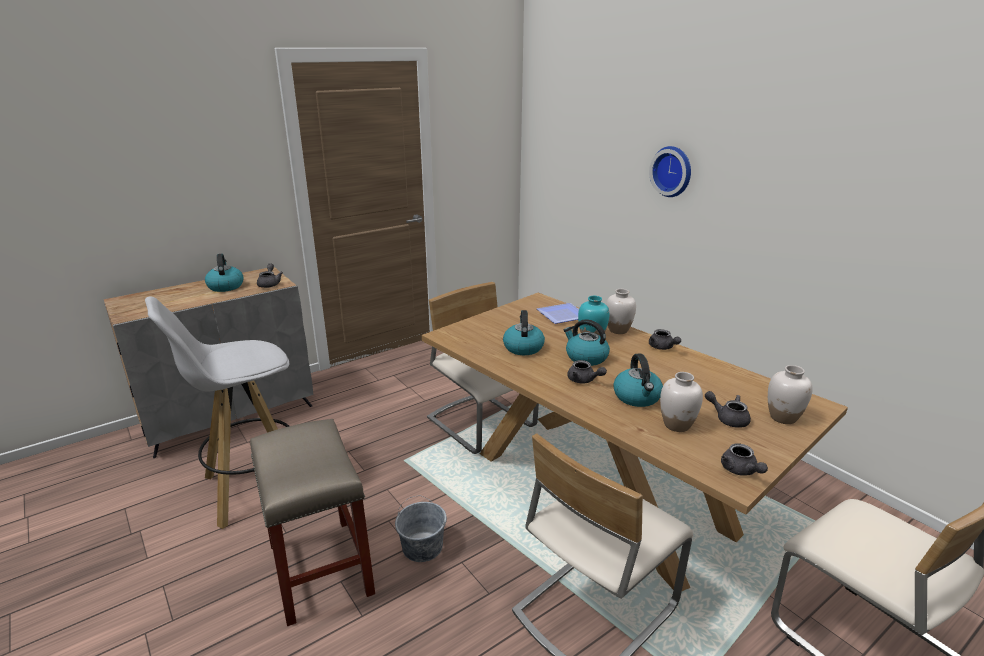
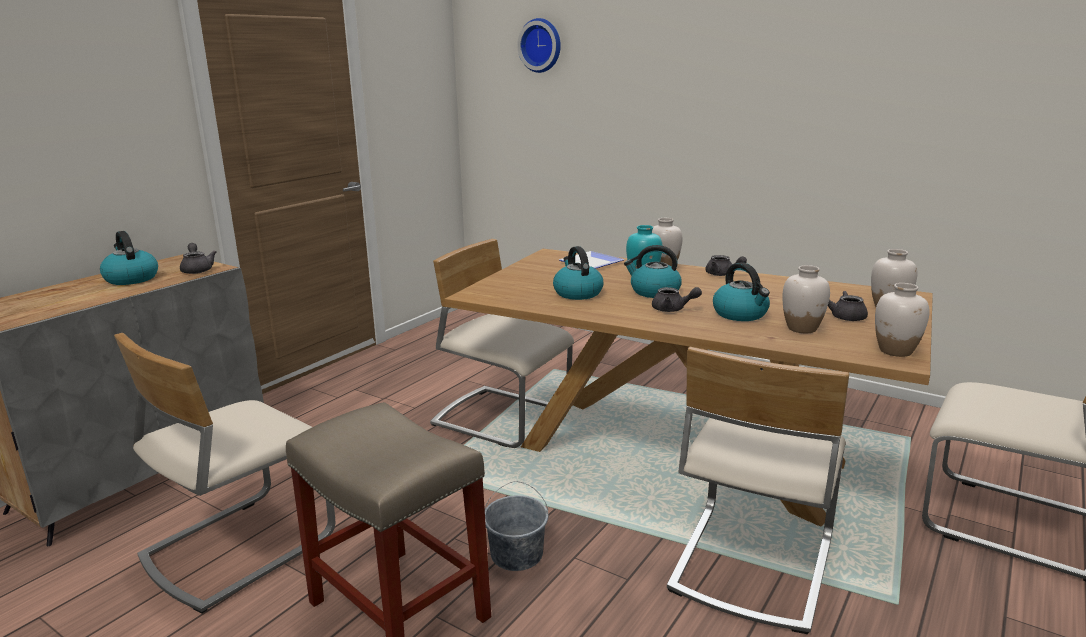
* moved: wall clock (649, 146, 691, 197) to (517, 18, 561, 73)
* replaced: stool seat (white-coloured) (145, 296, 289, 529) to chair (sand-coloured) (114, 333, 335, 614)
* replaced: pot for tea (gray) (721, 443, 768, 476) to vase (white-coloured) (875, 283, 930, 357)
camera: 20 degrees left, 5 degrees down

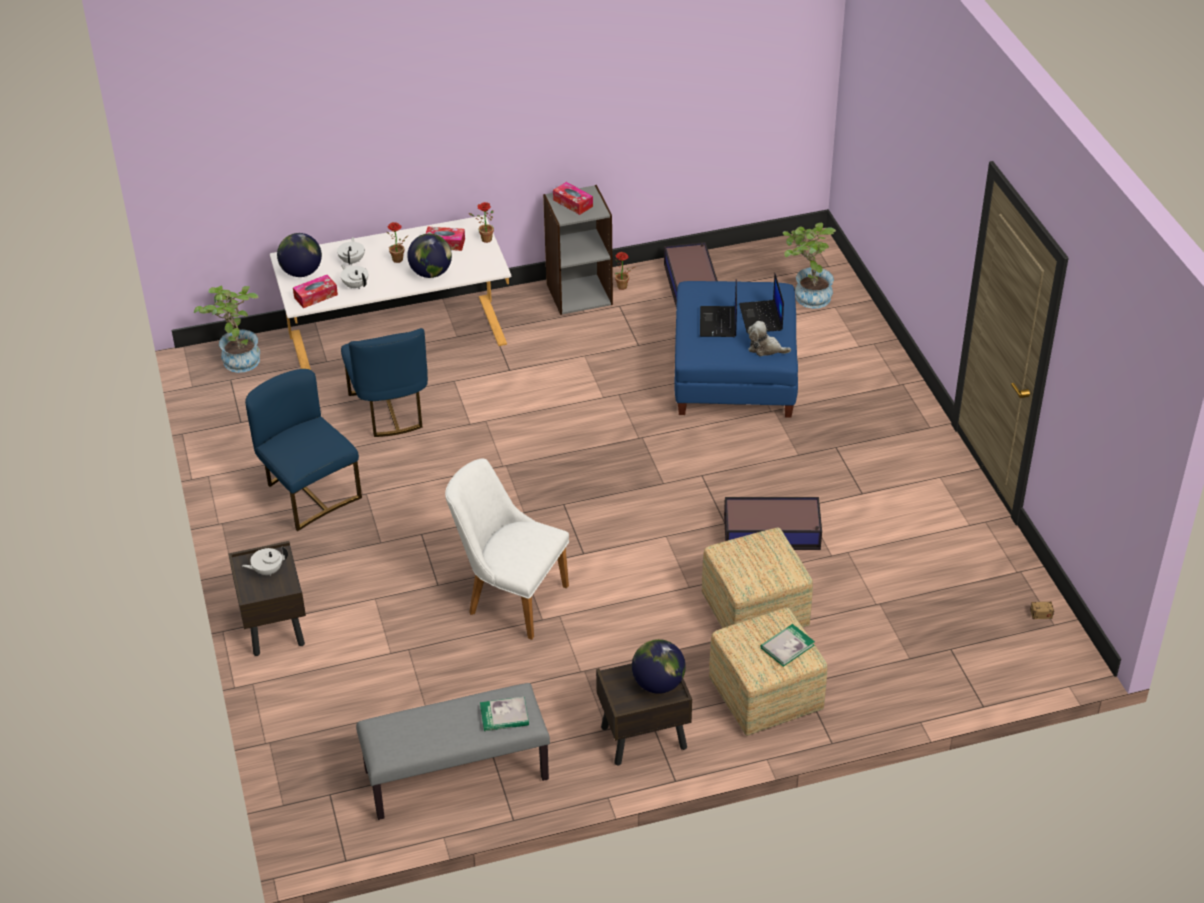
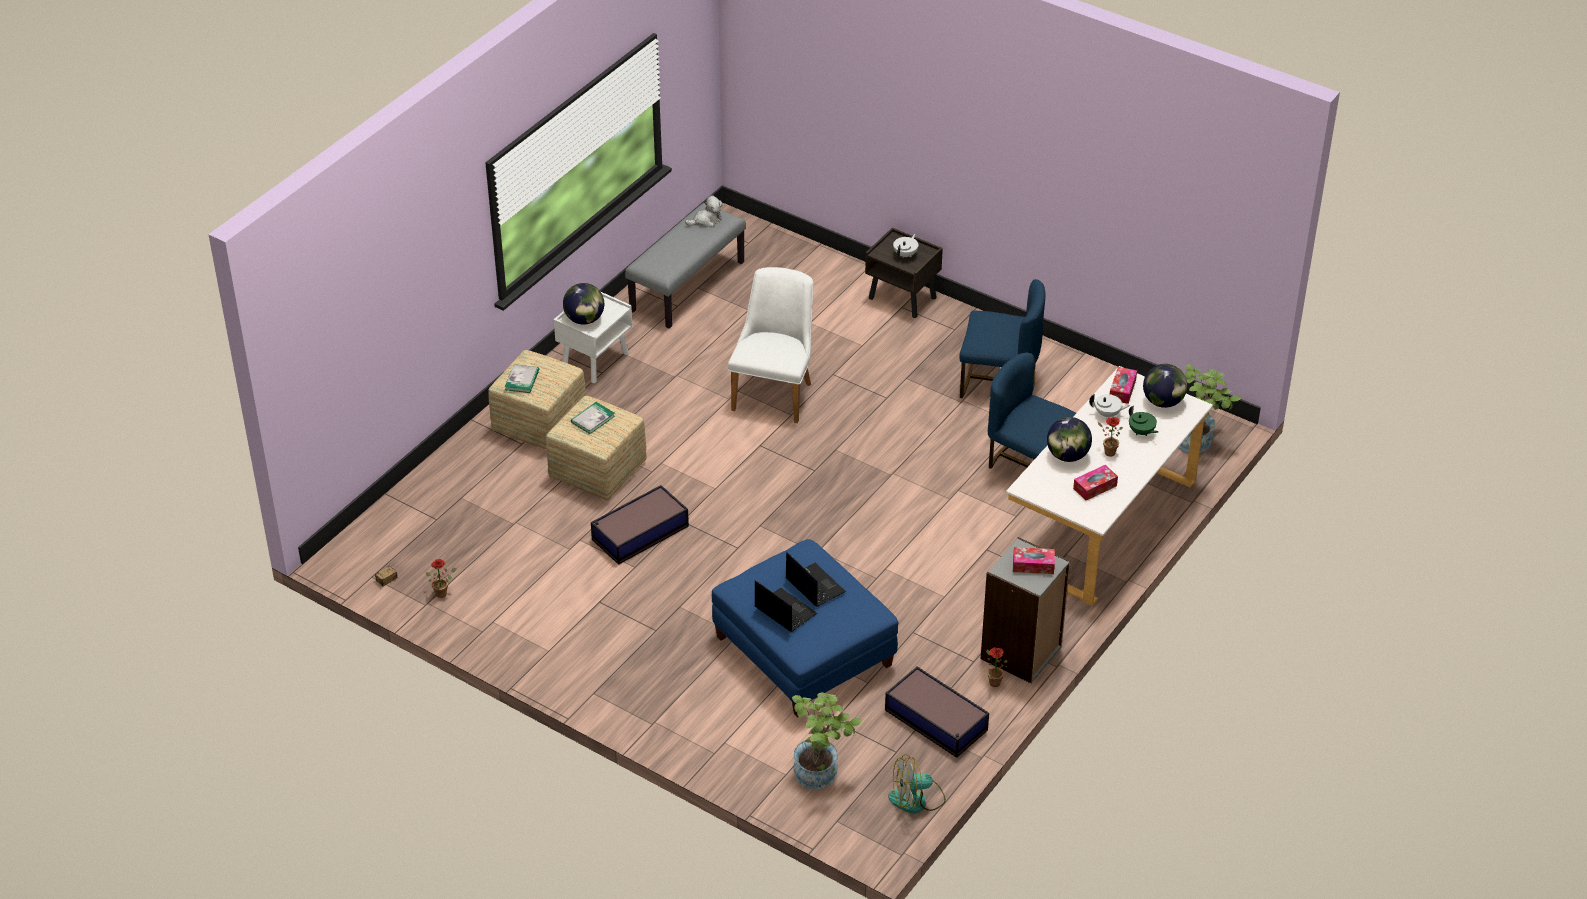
* added: fan (888, 754, 946, 814)
* moved: potted plant (469, 202, 494, 243) to (426, 559, 457, 598)
* moved: bound book (480, 697, 529, 731) to (571, 402, 615, 434)
* moved: plush toy (748, 321, 791, 356) to (685, 195, 723, 227)
* recoloured: pot for tea (white-coloured) (337, 237, 365, 265) to pot for tea (green-coloured) (1129, 406, 1158, 436)
* recoloured: night table (brownish) (596, 663, 692, 765) to night table (white-coloured) (554, 291, 633, 383)
* turned: chair (white-coloured) (445, 459, 569, 640) = (728, 267, 813, 423) 60 degrees counterclockwise
camera: 140 degrees right, 0 degrees up

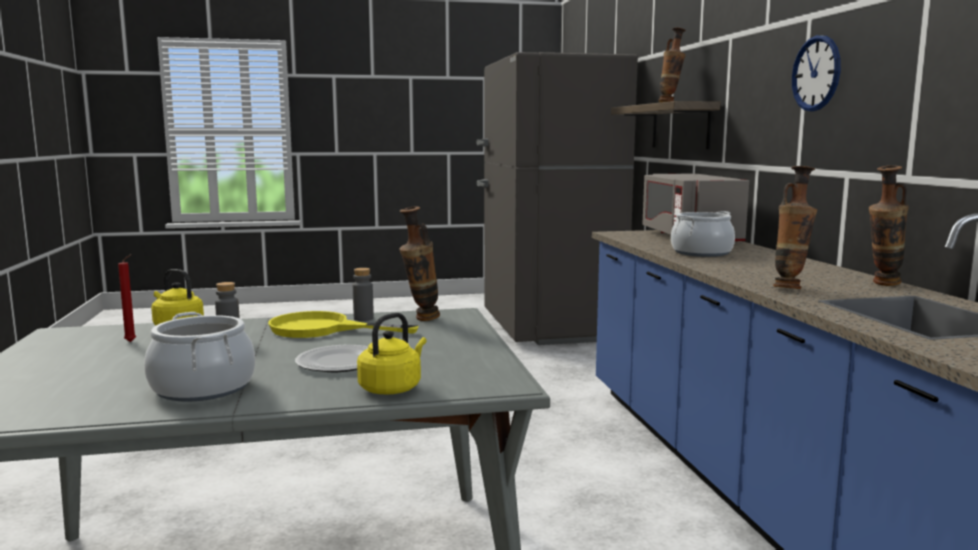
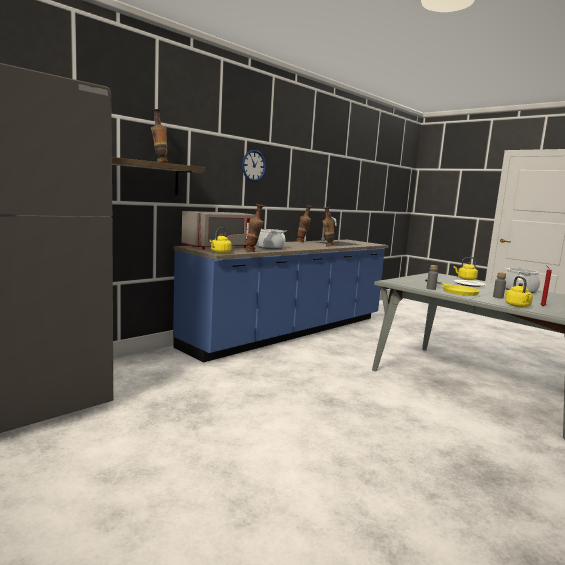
* added: water kettle (yellow-coloured) (209, 228, 232, 253)
* moved: vase (400, 206, 440, 321) to (245, 204, 264, 252)
camera: 125 degrees left, 0 degrees up

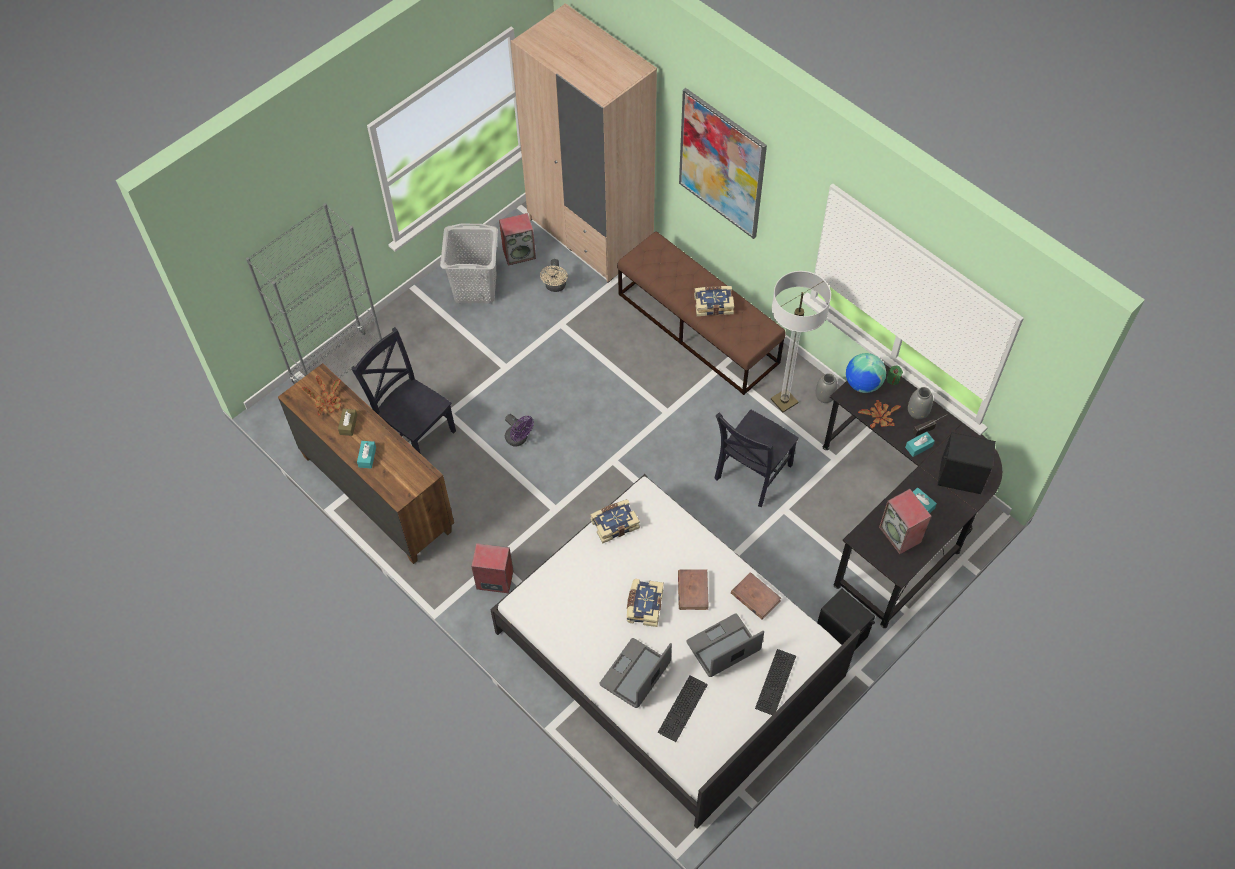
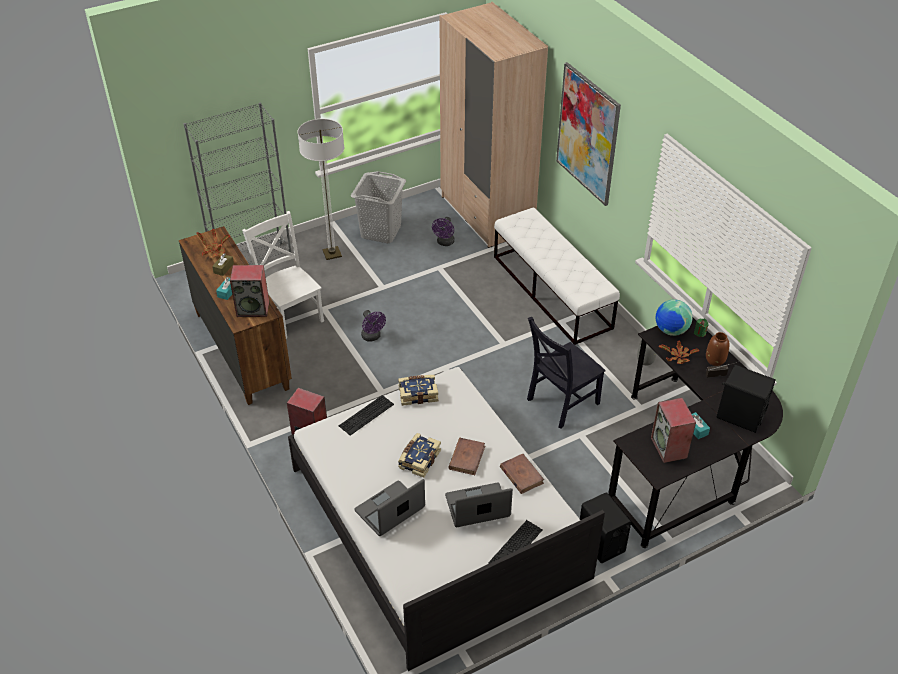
* removed: bound book (694, 286, 734, 316)
* removed: tissue box (turquoise) (905, 432, 935, 457)
* moved: audio speaker (499, 213, 536, 266) to (230, 265, 269, 317)
* moved: computer keyboard (658, 675, 708, 742) to (339, 395, 394, 436)
* moved: standing lamp (771, 271, 831, 412) to (298, 119, 344, 260)
* recoloured: chair (blackish) (351, 327, 456, 453) to chair (white-coloured) (242, 211, 324, 339)
* recoloured: fan (sand-coloured) (540, 259, 568, 292) to fan (purplish) (432, 217, 455, 246)
* recoloured: long seat (brownish) (617, 231, 786, 395) to long seat (white-coloured) (494, 207, 620, 345)
* recoloured: vase (gray) (908, 387, 933, 419) to vase (brownish) (706, 332, 729, 366)
camera: 15 degrees right, 15 degrees down

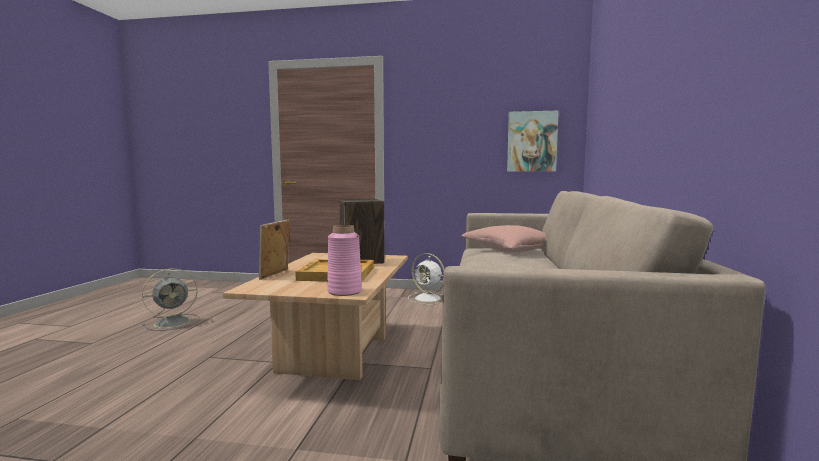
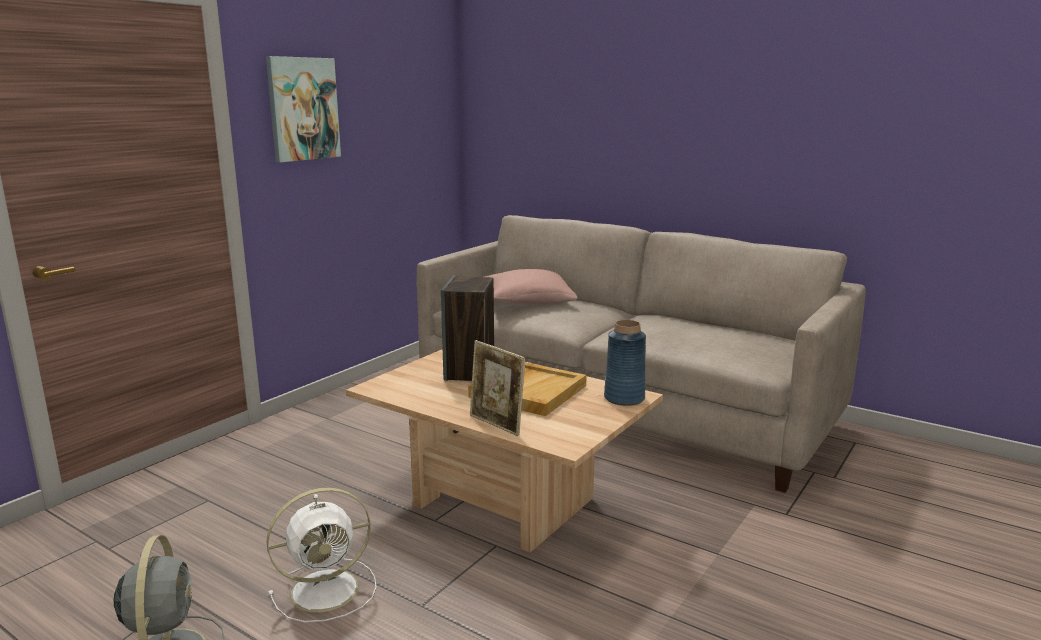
* moved: fan (white-coloured) (408, 253, 444, 305) to (267, 487, 377, 623)
* moved: wall art (507, 111, 559, 172) to (266, 56, 341, 162)
* recoloured: vase (pinkish) (327, 225, 362, 296) to vase (bluish) (604, 320, 646, 406)
camera: 65 degrees left, 10 degrees up

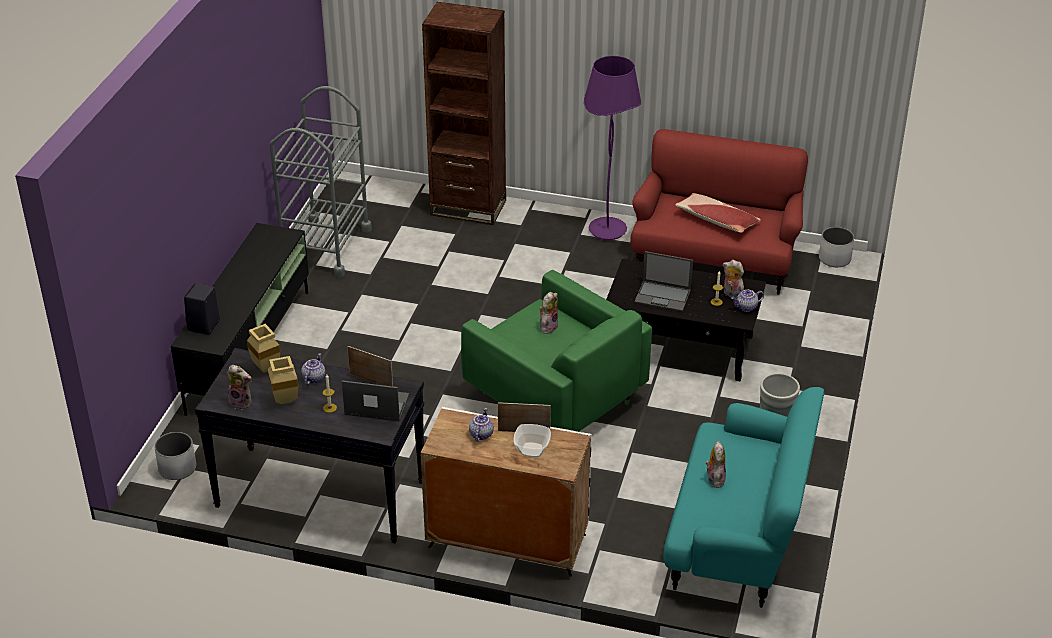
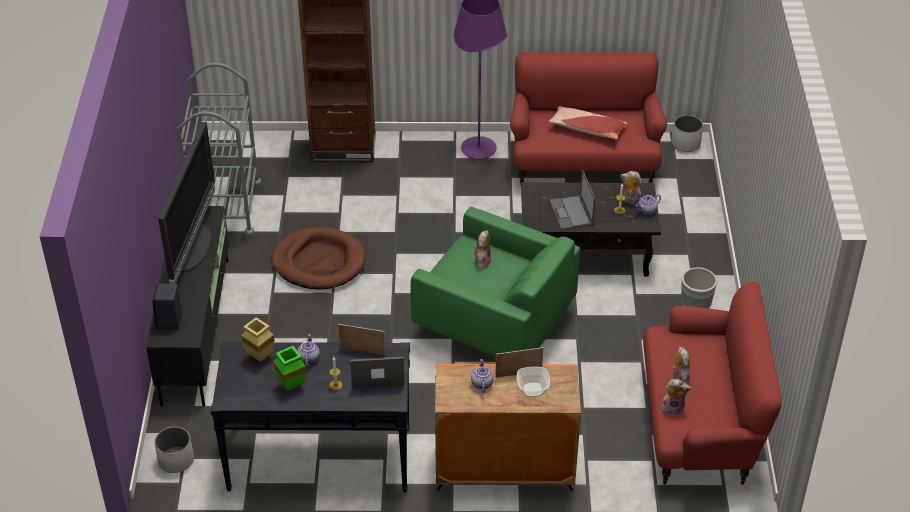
* added: TV (158, 122, 215, 284)
* added: pet bed (brownish) (271, 227, 366, 290)
* moved: plush toy (228, 365, 252, 410) to (662, 379, 691, 416)
* recoloured: vase (sand-coloured) (268, 356, 298, 404) to vase (green-coloured) (273, 346, 306, 390)
* recoloured: cupboard (white-coloured) (421, 407, 592, 577) to cupboard (orangey) (435, 364, 581, 491)
* recoloured: settee (turquoise) (663, 387, 824, 608) to settee (reddish) (643, 282, 782, 485)
* turned: laptop (635, 251, 693, 312) = (549, 170, 596, 230) 75 degrees clockwise
camera: 15 degrees left, 5 degrees up

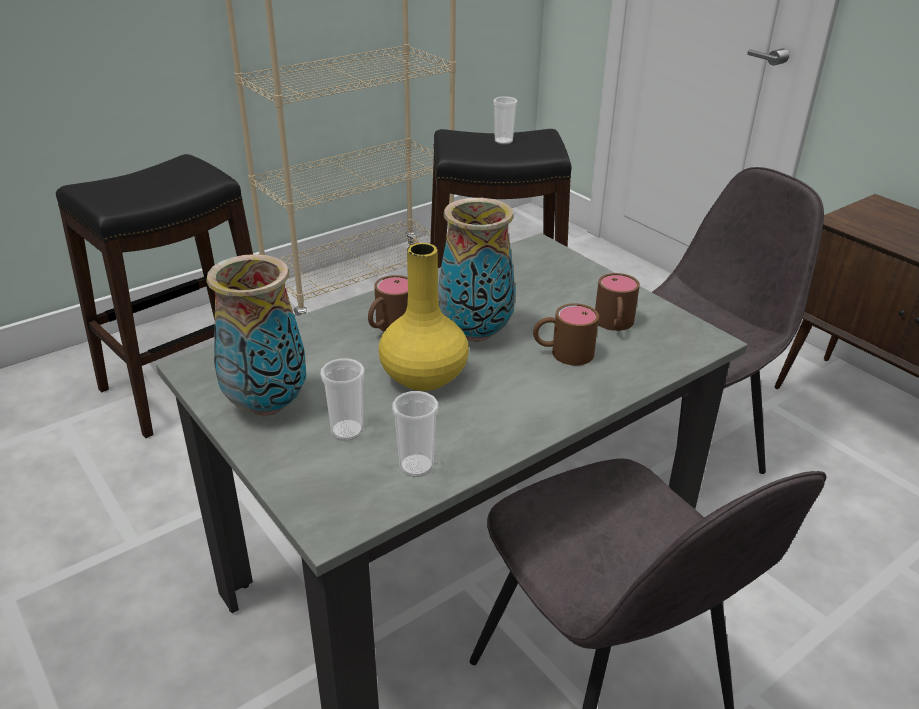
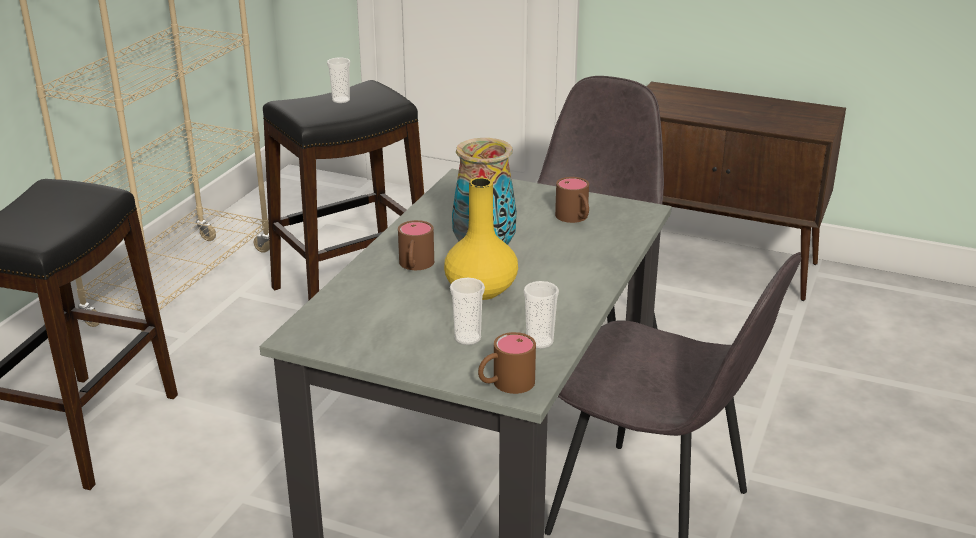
* removed: vase (206, 254, 306, 416)
* moved: mug (brownish) (533, 303, 599, 365) to (478, 332, 536, 394)
camera: 30 degrees left, 5 degrees down

